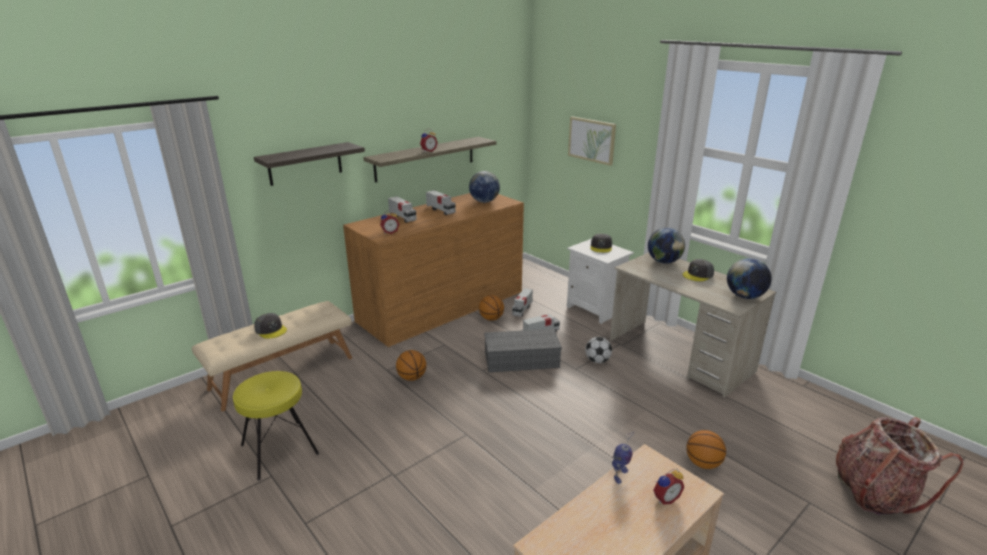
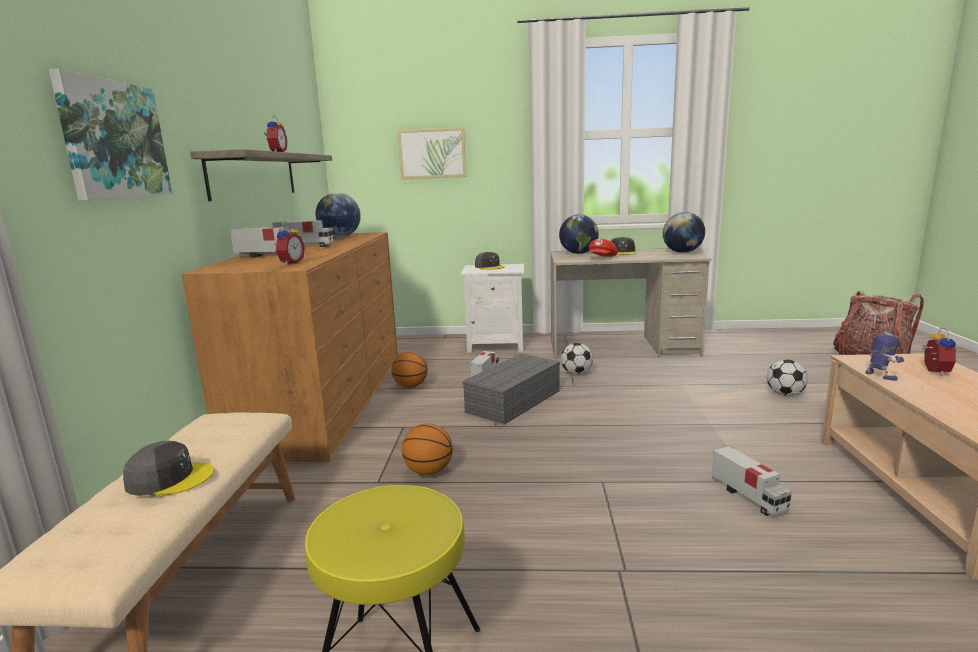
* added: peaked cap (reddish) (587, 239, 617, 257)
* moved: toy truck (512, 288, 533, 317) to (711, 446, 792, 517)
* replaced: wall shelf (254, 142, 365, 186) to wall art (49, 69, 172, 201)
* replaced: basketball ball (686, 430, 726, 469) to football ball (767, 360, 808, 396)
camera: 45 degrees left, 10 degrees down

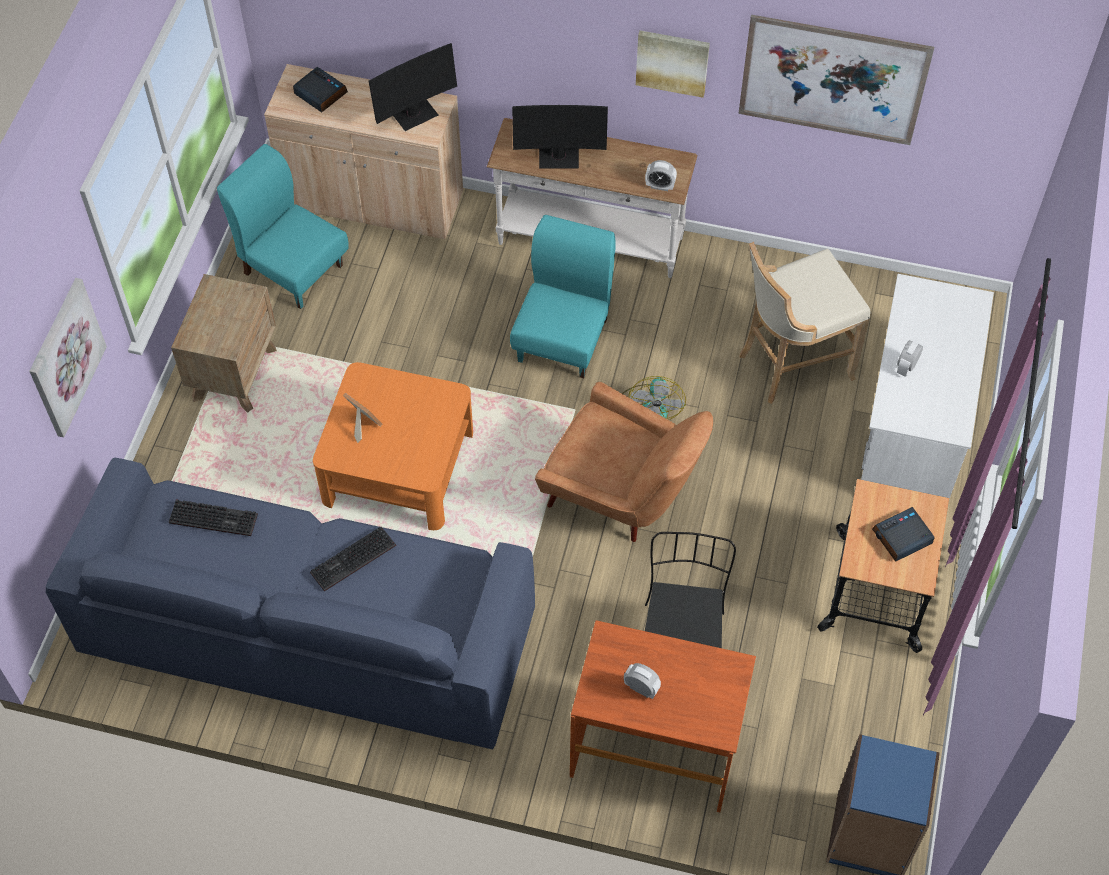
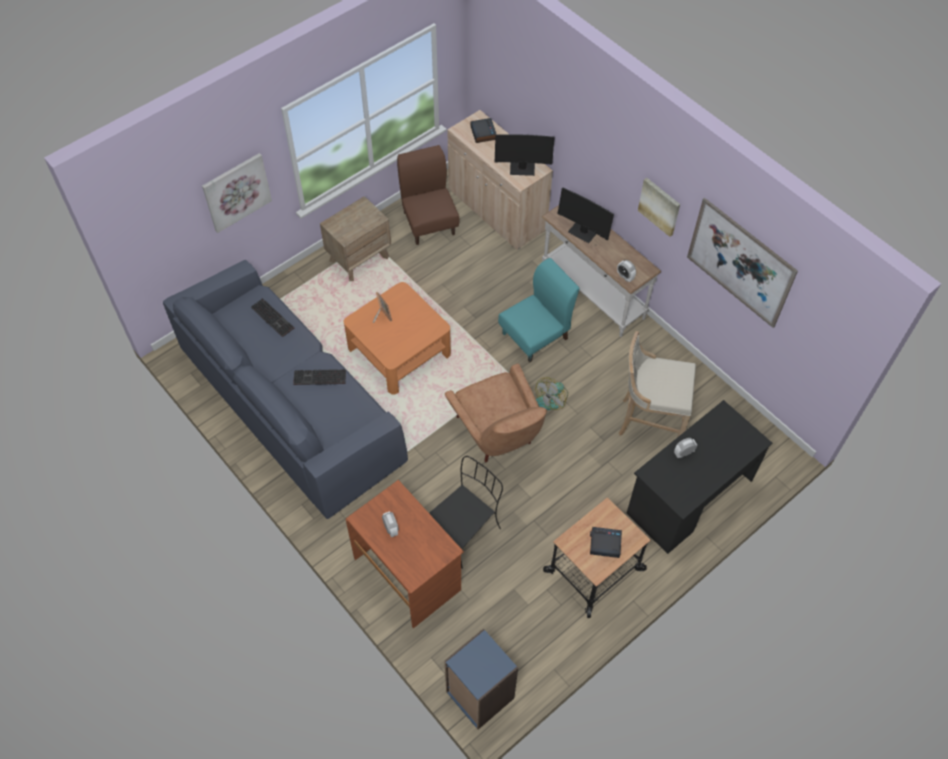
* recoloured: chair (turquoise) (217, 144, 349, 309) to chair (brownish) (397, 145, 460, 245)
* recoloured: desk unit (white-coloured) (861, 274, 994, 499) to desk unit (blackish) (627, 400, 772, 554)
camera: 35 degrees right, 0 degrees up

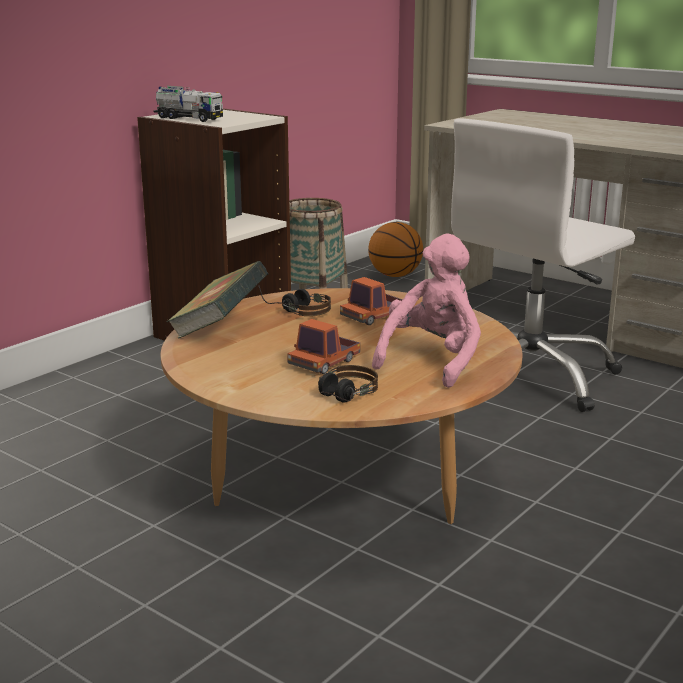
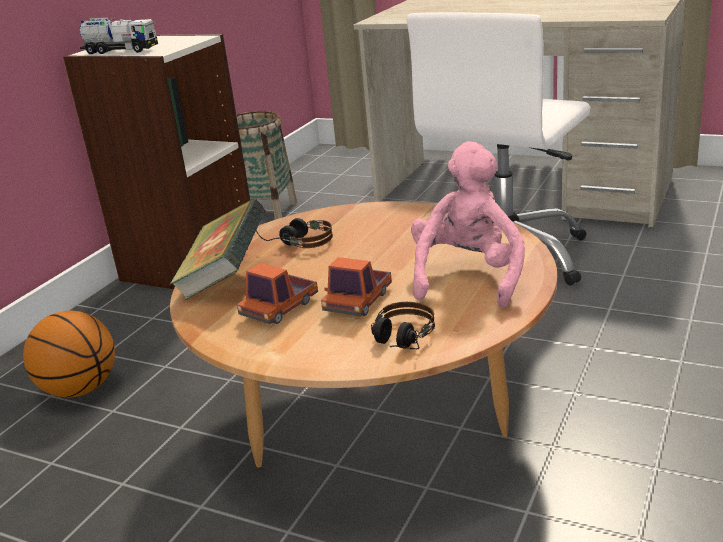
* moved: toy truck (340, 277, 403, 325) to (237, 263, 318, 324)
* moved: basketball ball (368, 222, 423, 277) to (23, 311, 115, 398)
camera: 10 degrees left, 5 degrees up

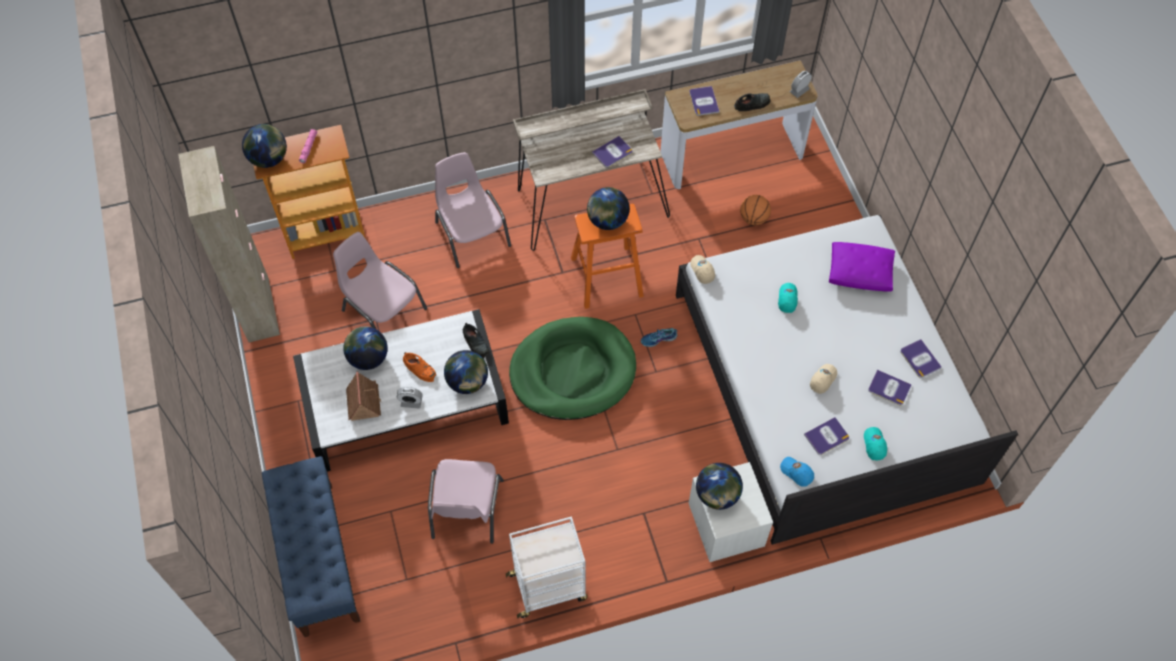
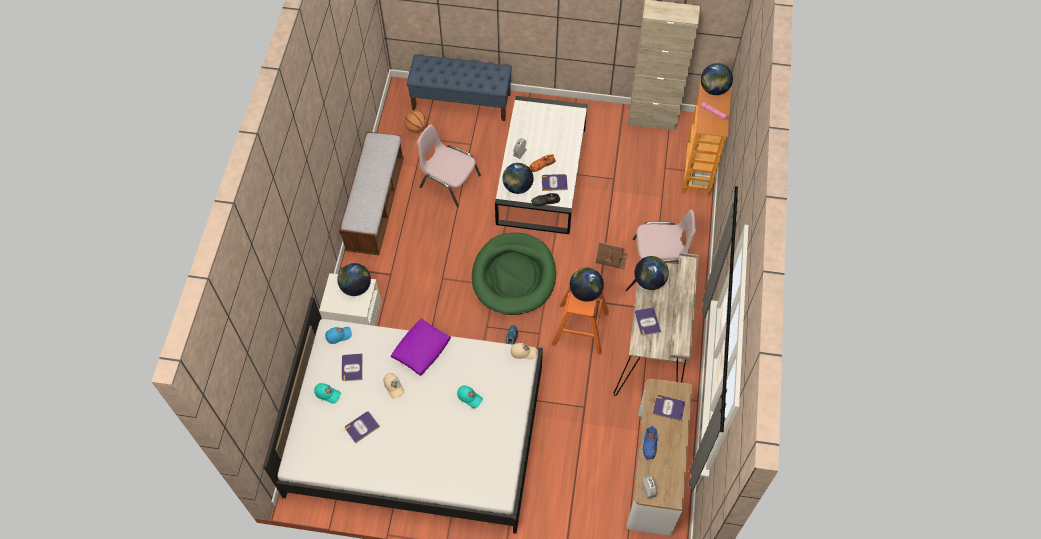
* removed: chair (pinkish) (333, 232, 427, 329)
* moved: world globe (343, 327, 388, 370) to (634, 256, 669, 290)
* moved: miniature house (346, 371, 381, 421) to (595, 242, 628, 270)
* moved: basketball ball (740, 195, 771, 225) to (404, 110, 427, 133)
* moved: pillow (purplish) (829, 242, 895, 292) to (391, 318, 451, 376)
* moved: bound book (900, 339, 942, 378) to (542, 174, 568, 191)
* replaced: trolley (white-coloured) (506, 516, 587, 618) to long seat (339, 131, 404, 255)
* recoloured: shoe (blackish) (734, 93, 771, 111) to shoe (bluish) (643, 426, 658, 460)
camera: 115 degrees right, 0 degrees up

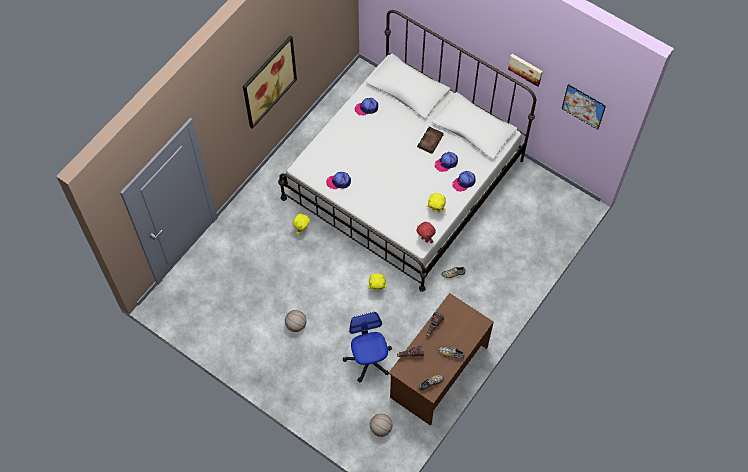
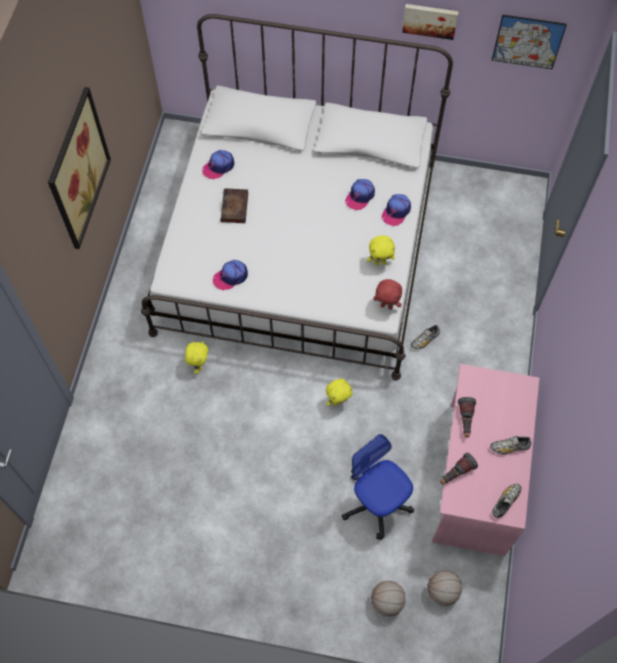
* moved: basketball ball (285, 310, 306, 332) to (371, 581, 406, 616)
* moved: bound book (417, 127, 444, 154) to (221, 188, 248, 223)
* recoloured: desk unit (brownish) (389, 293, 494, 426) to desk unit (pinkish) (432, 364, 539, 556)
camera: 25 degrees left, 0 degrees up

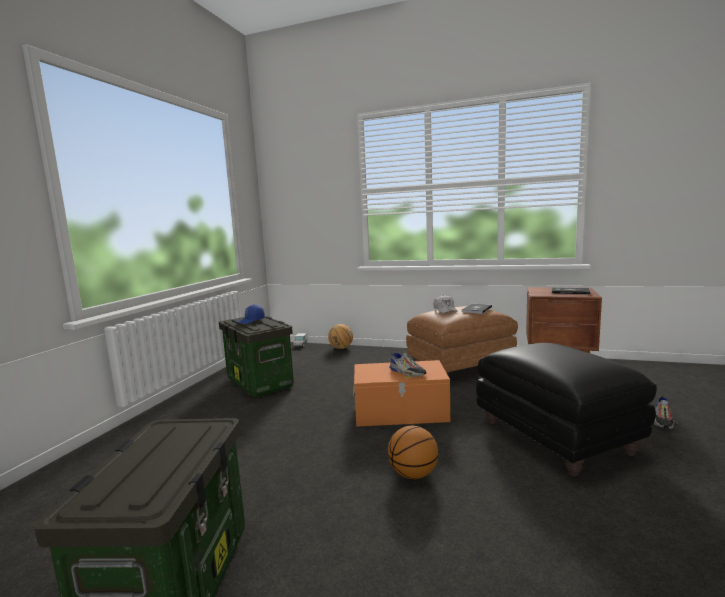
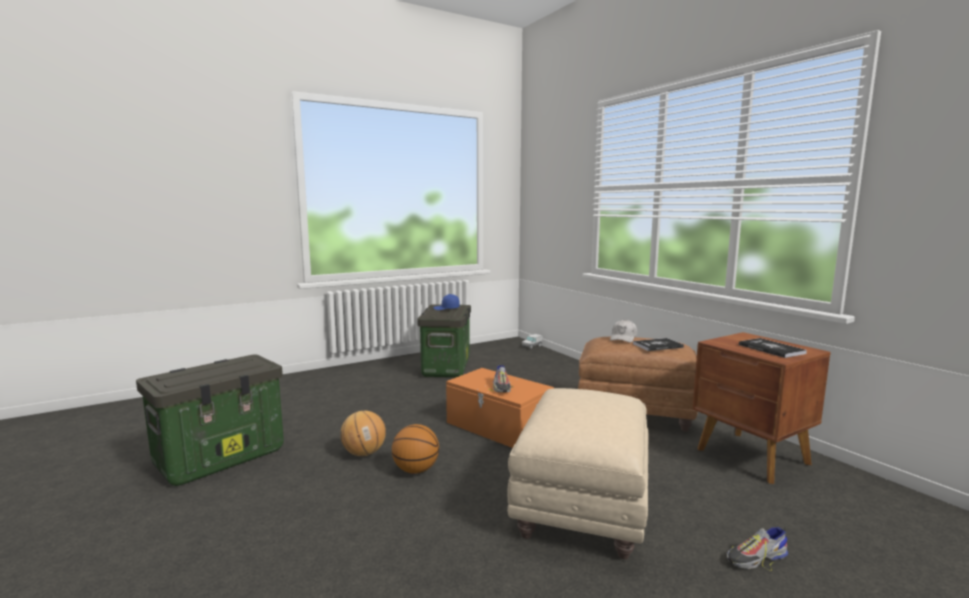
* moved: basketball ball (328, 324, 353, 349) to (340, 411, 386, 456)
* recoloured: footrest (blackish) (476, 343, 657, 477) to footrest (sand-coloured) (507, 388, 648, 559)
camera: 40 degrees right, 0 degrees up

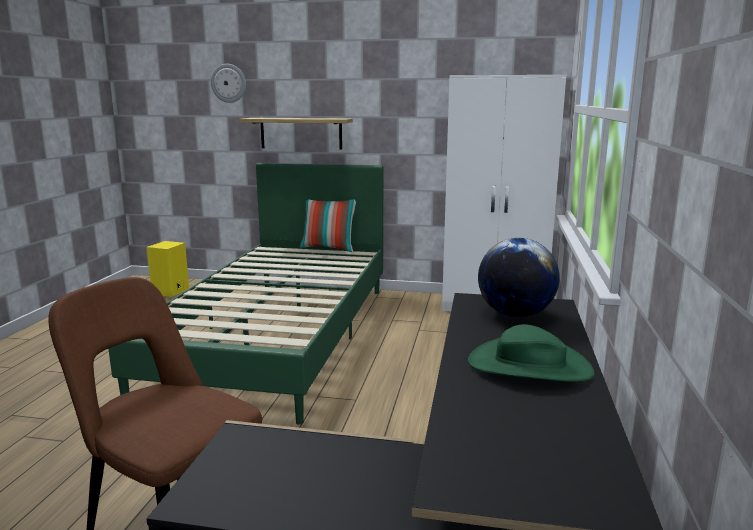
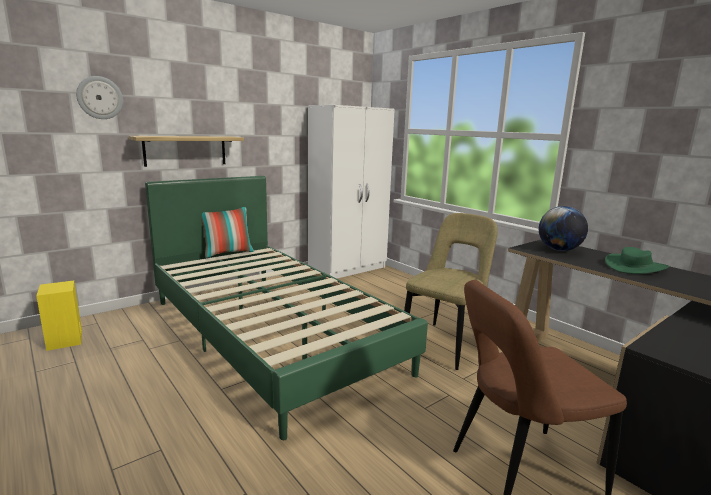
* added: chair (sand-coloured) (404, 213, 498, 370)
camera: 50 degrees left, 0 degrees up

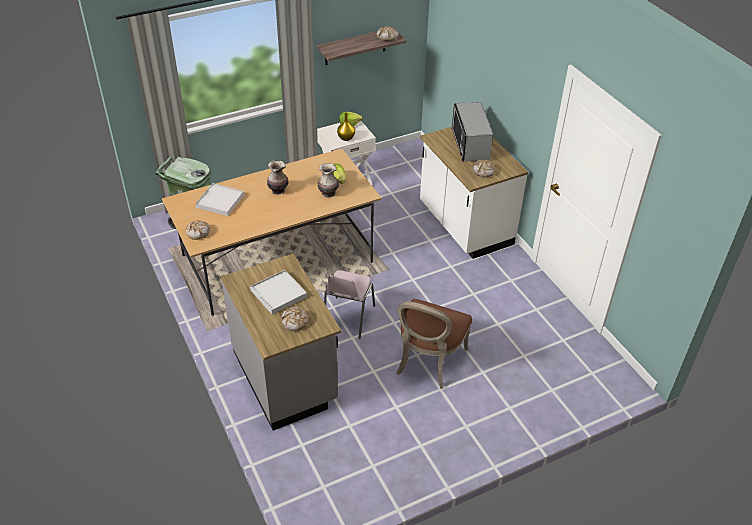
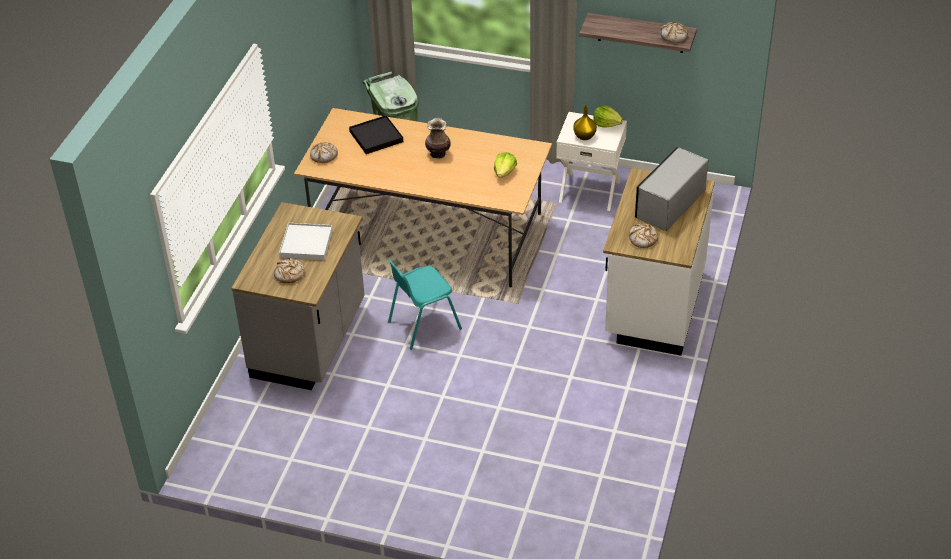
* removed: vase (318, 163, 339, 197)
* removed: chair (brownish) (396, 299, 472, 389)
* recoloured: tray (white-coloured) (195, 183, 244, 216) to tray (blackish) (349, 115, 403, 154)
* recoloured: chair (pinkish) (324, 270, 375, 339) to chair (turquoise) (388, 259, 462, 350)
camera: 45 degrees right, 0 degrees up

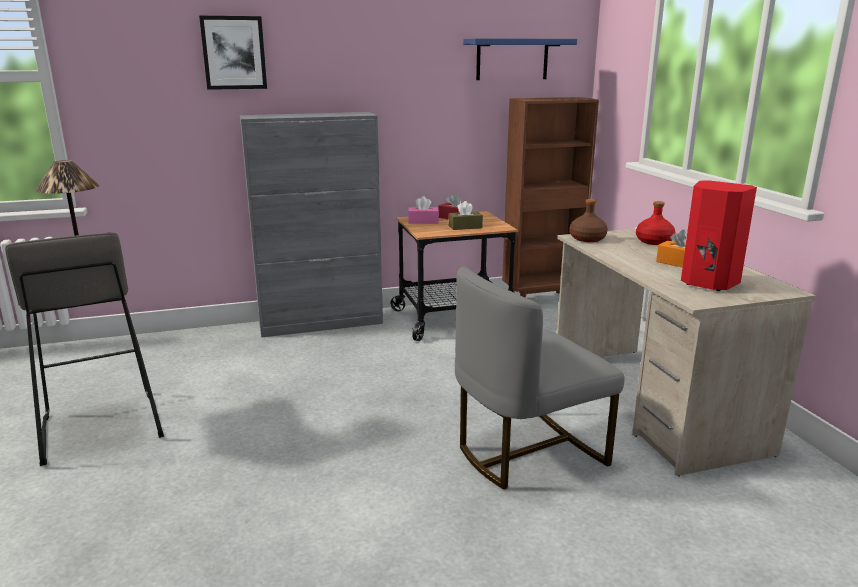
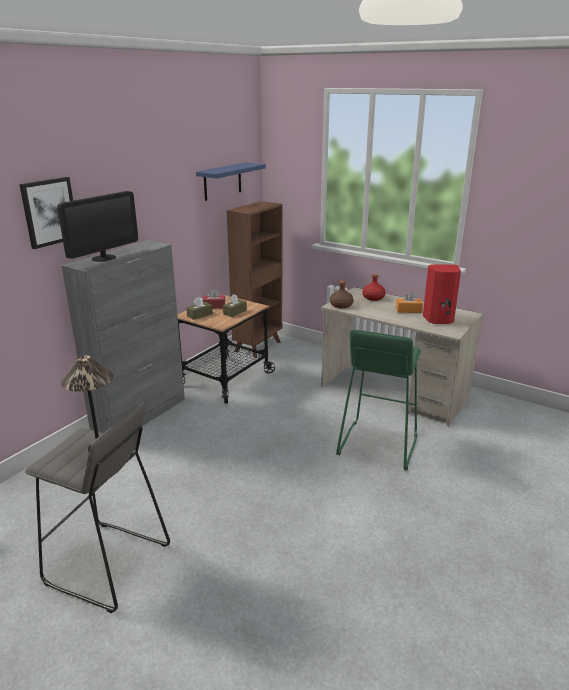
* added: computer display (57, 191, 138, 262)
* replaced: chair (gray) (455, 266, 624, 490) to stool seat (green-coloured) (336, 329, 421, 471)
* recoloured: tissue box (pinkish) (408, 196, 439, 224) to tissue box (brownish) (186, 297, 213, 320)
camera: 40 degrees left, 5 degrees up

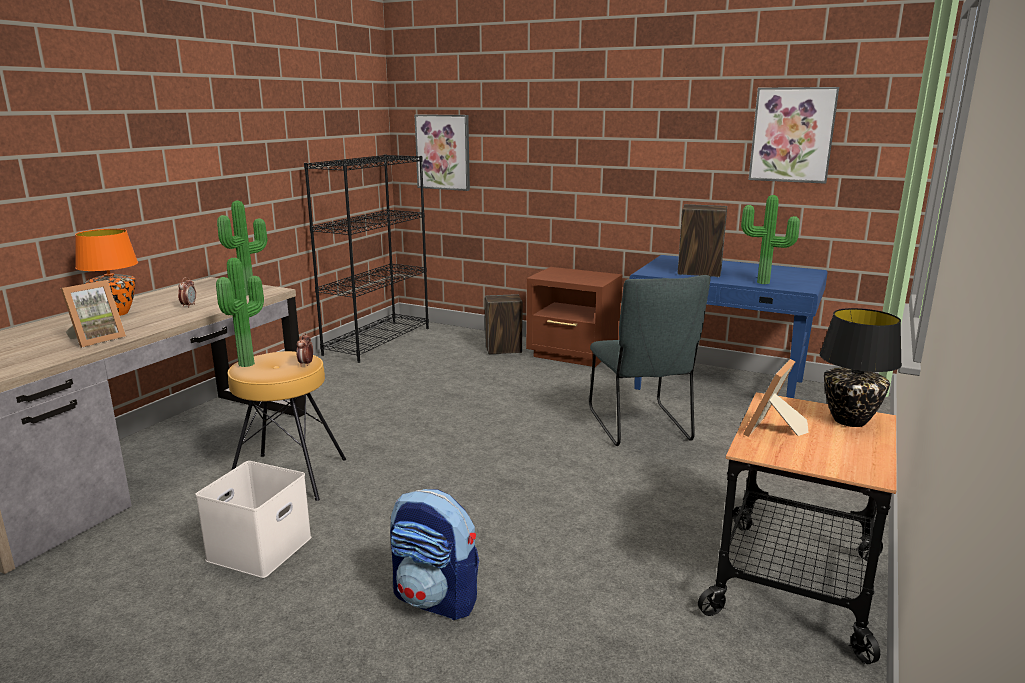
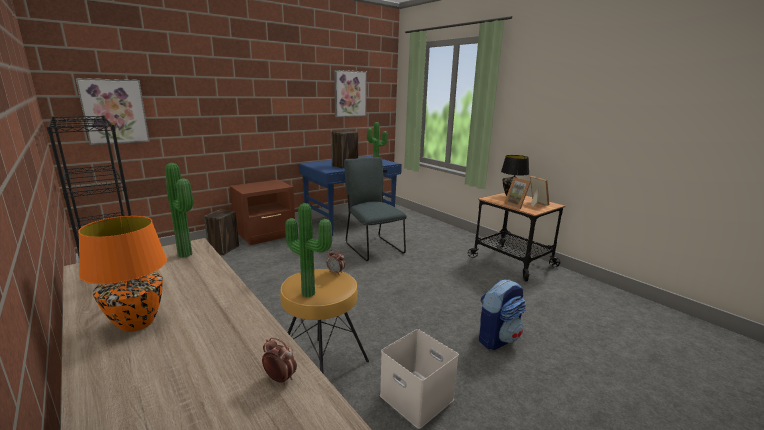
* moved: photo frame (61, 280, 126, 348) to (530, 176, 549, 207)
* moved: table clock (178, 277, 196, 308) to (262, 337, 297, 385)
* turned: chair (gray) (589, 275, 710, 446) = (344, 157, 407, 261) 135 degrees counterclockwise
camera: 65 degrees left, 0 degrees up

